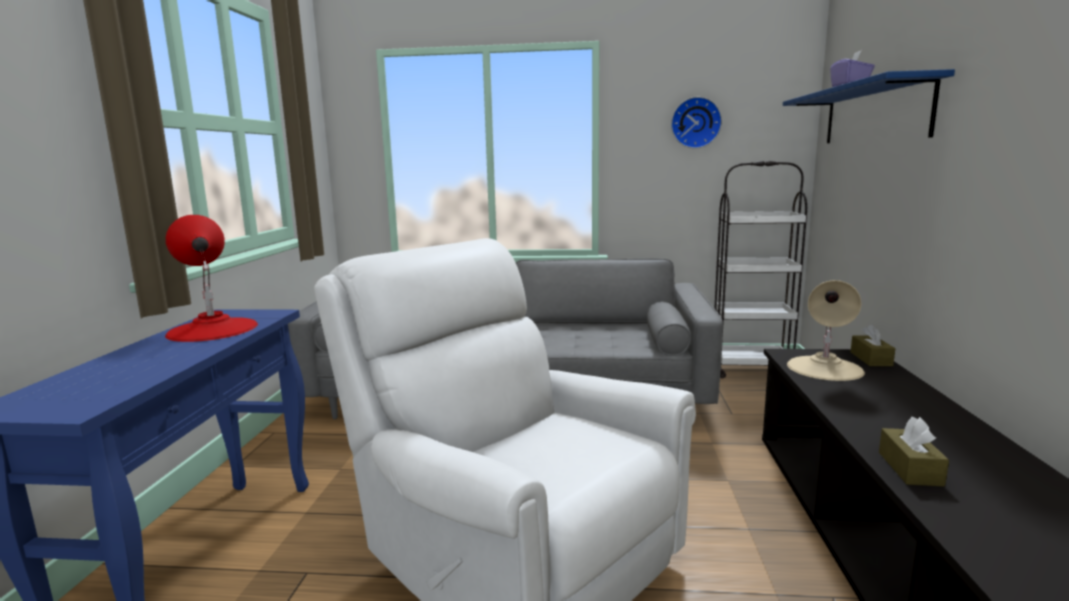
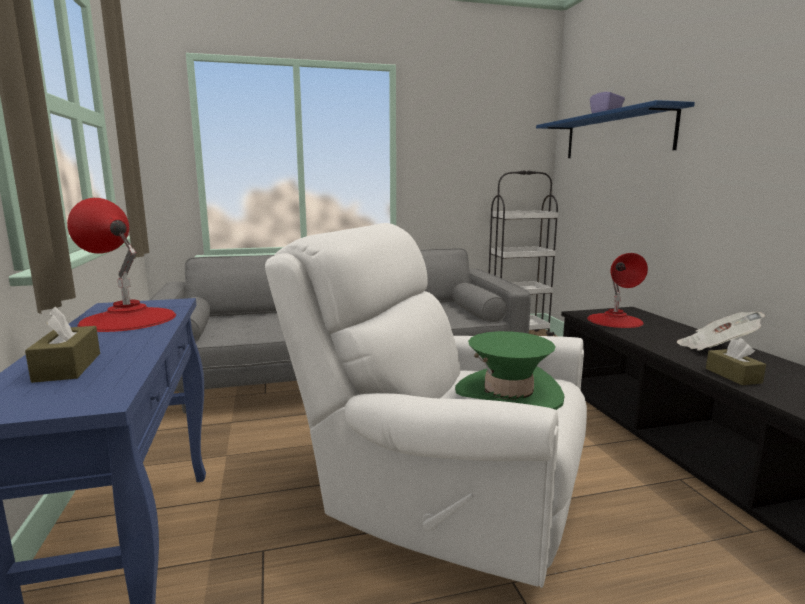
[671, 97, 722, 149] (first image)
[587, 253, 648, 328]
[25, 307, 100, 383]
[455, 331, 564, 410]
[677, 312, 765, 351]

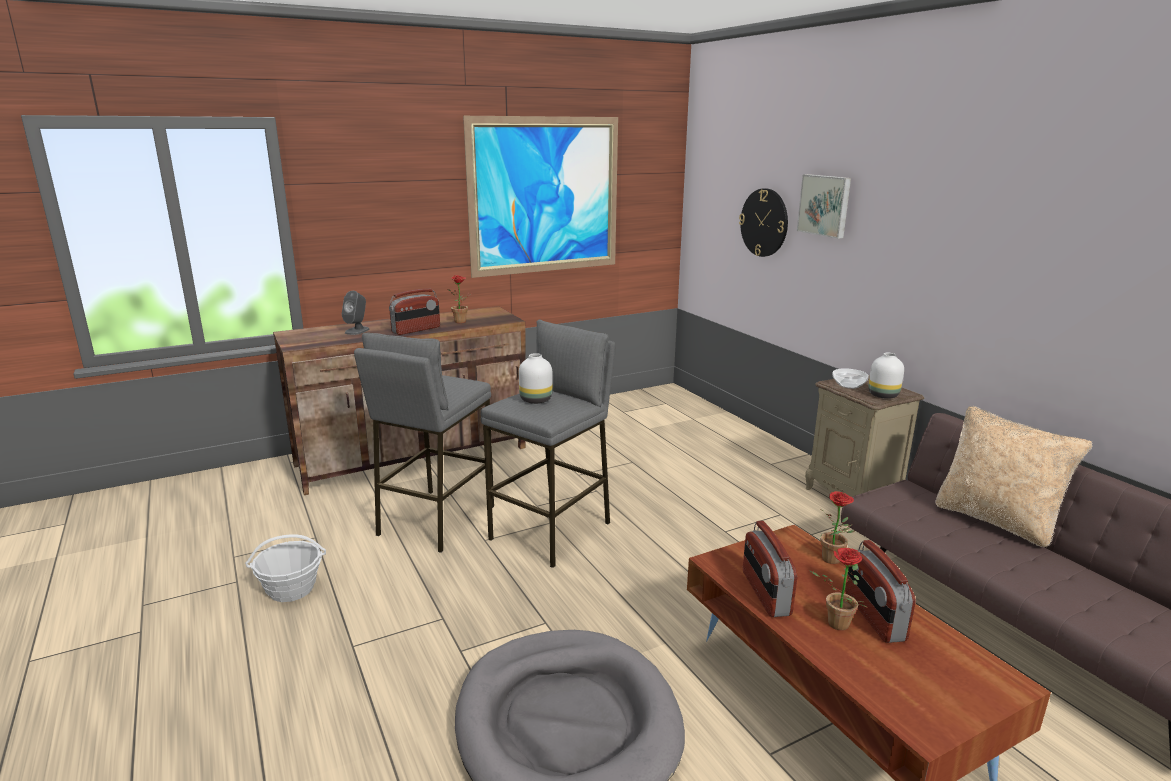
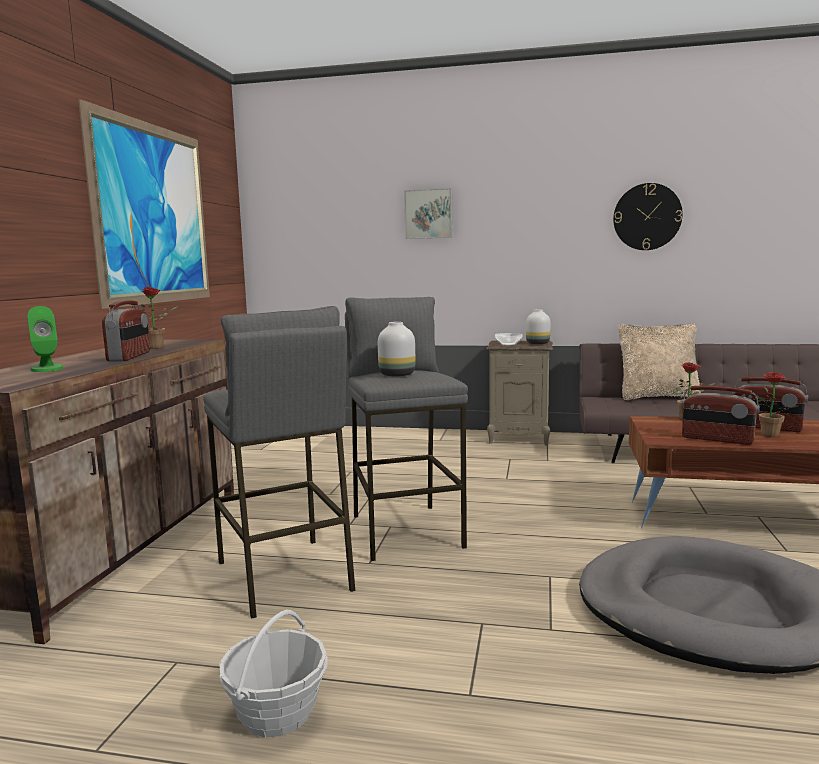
[27, 306, 63, 372]
[613, 183, 683, 250]

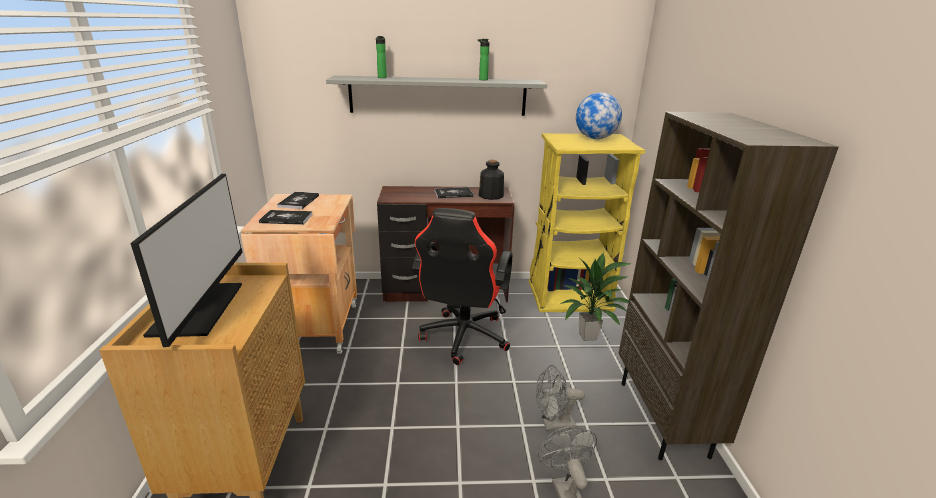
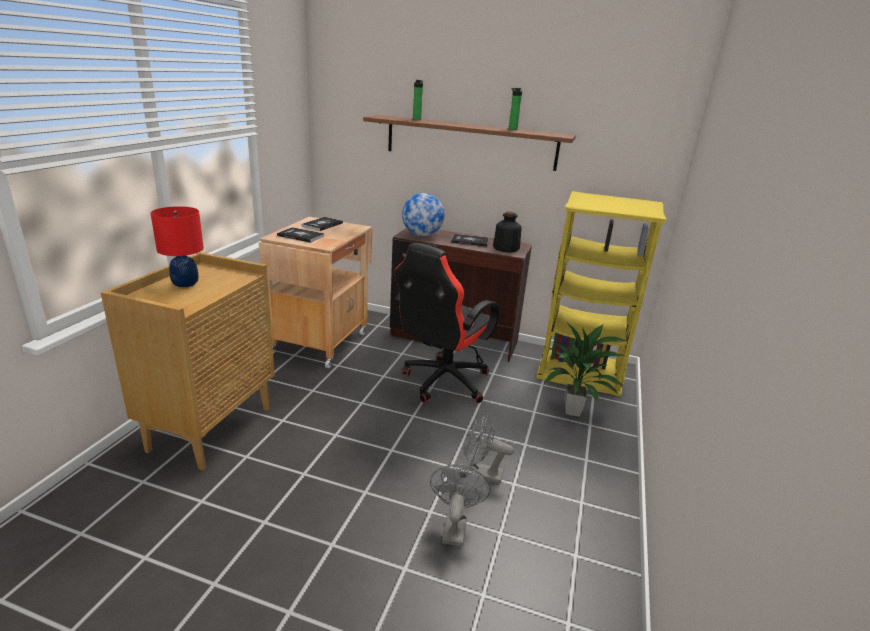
[151, 206, 204, 287]
[363, 115, 576, 171]
[402, 193, 444, 236]
[618, 112, 839, 460] (first image)

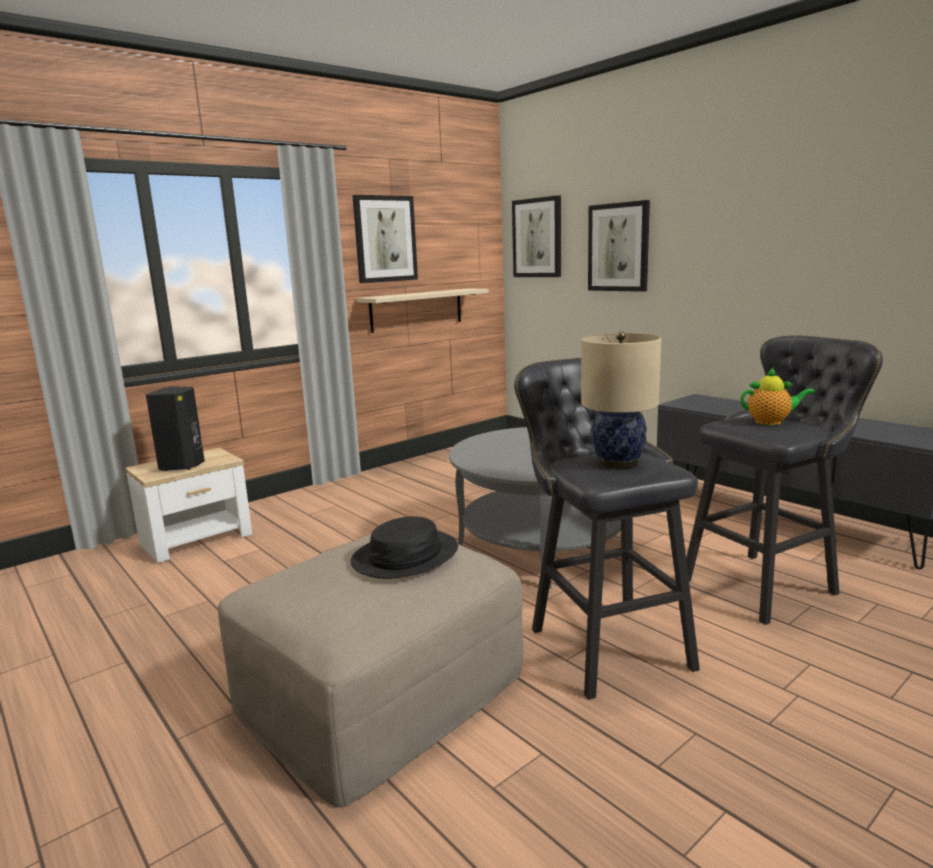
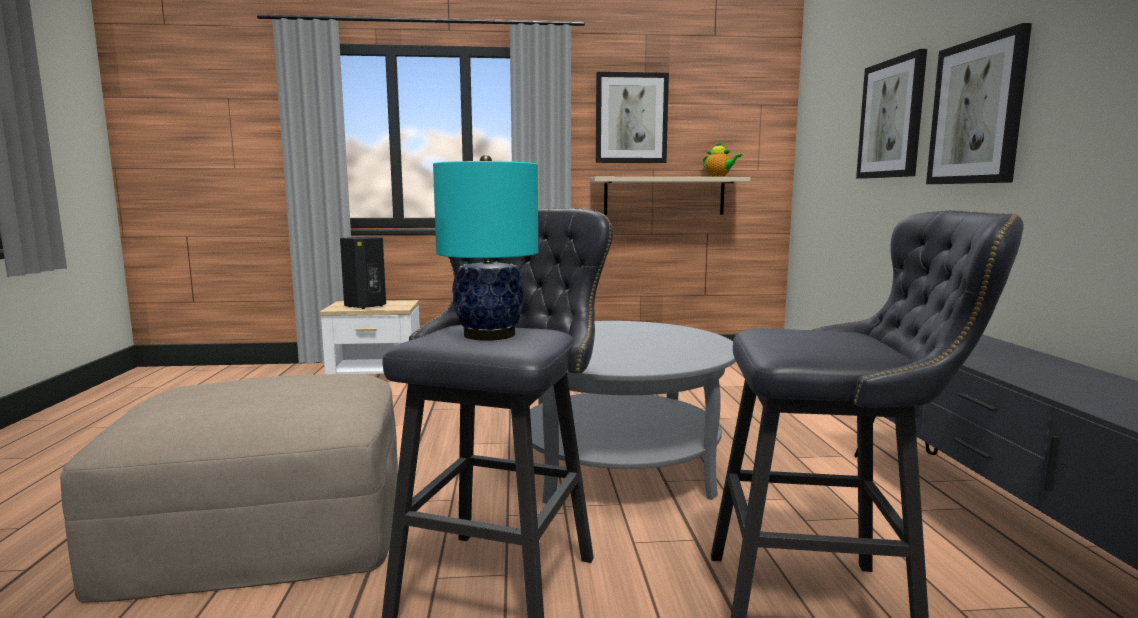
[350, 516, 458, 579] (first image)
[926, 23, 1032, 184]
[433, 155, 538, 341]
[703, 140, 743, 177]

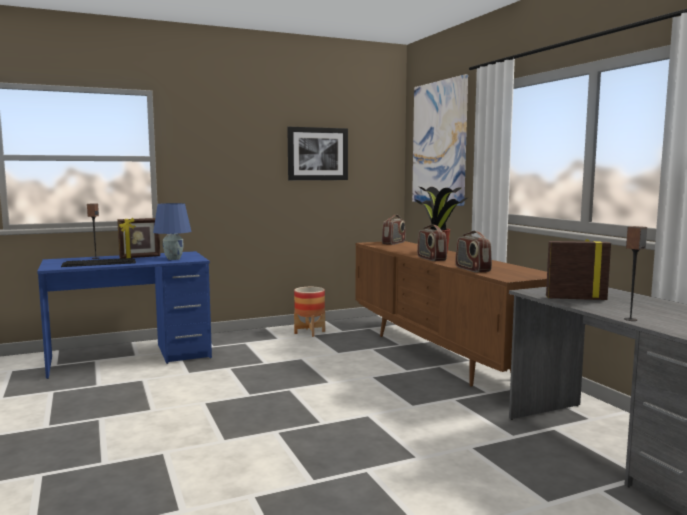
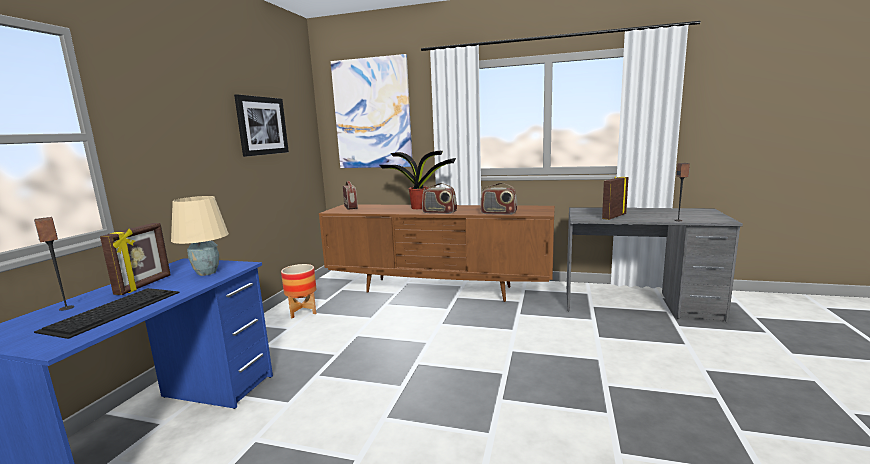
[171, 196, 229, 276]

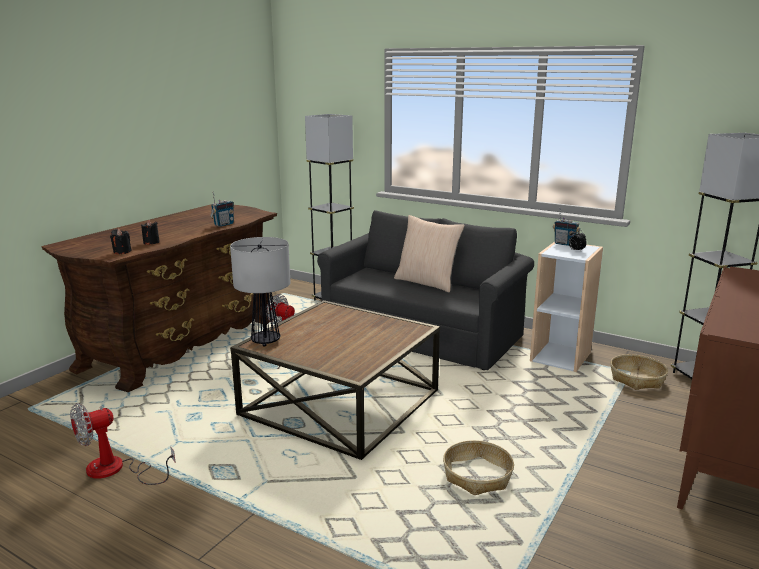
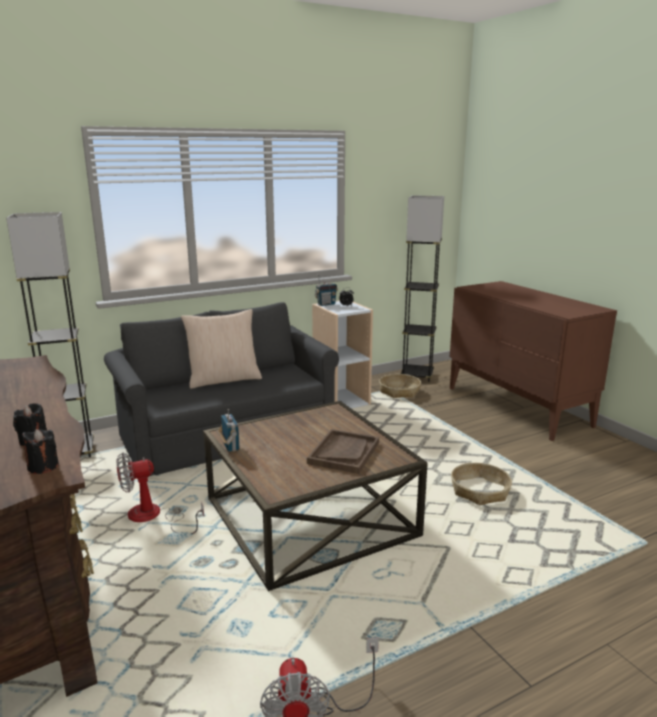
[218, 409, 240, 452]
[230, 237, 290, 347] (first image)
[307, 429, 379, 474]

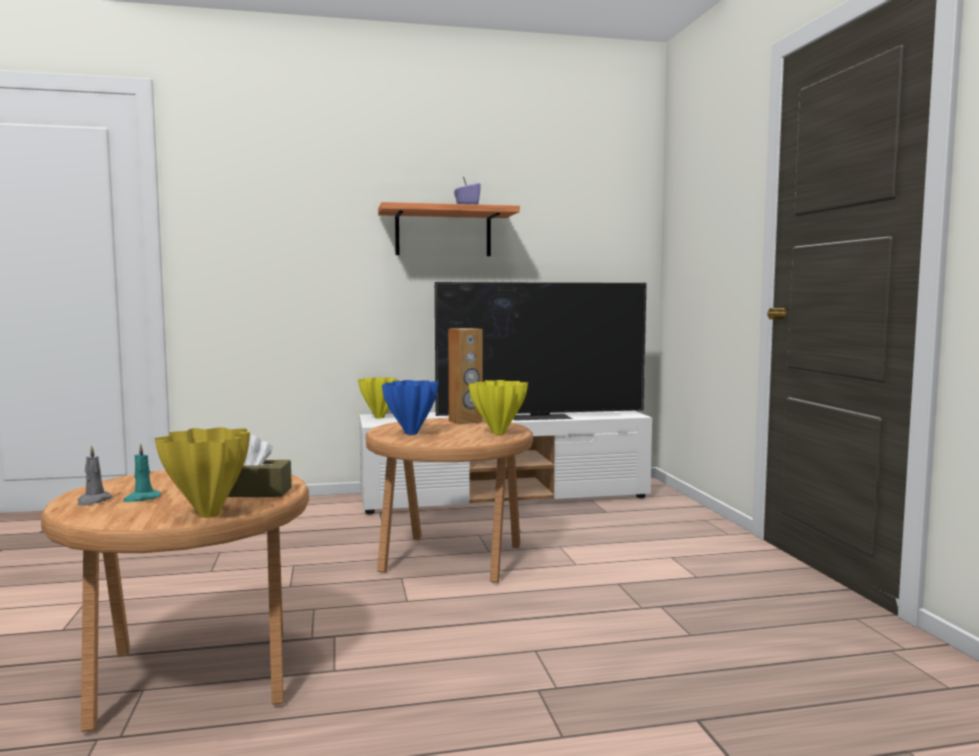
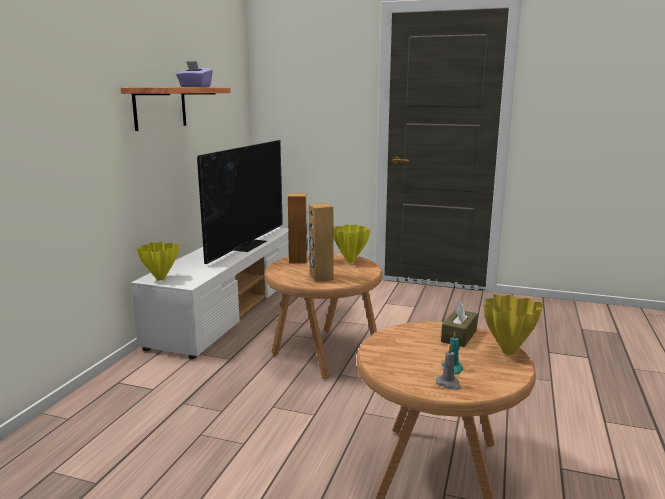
[309, 203, 334, 282]

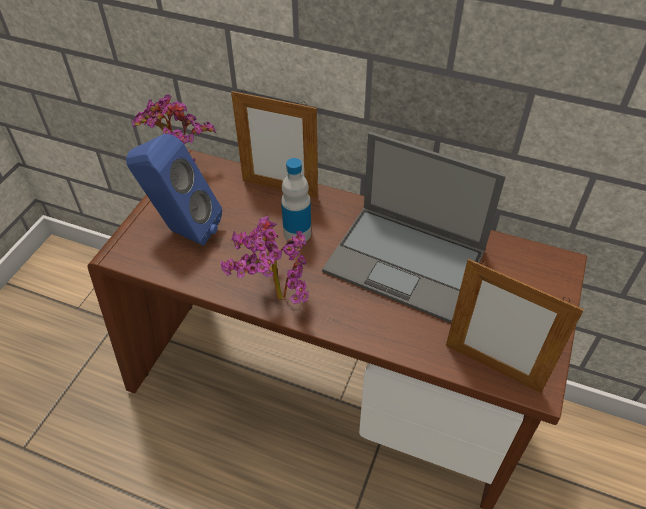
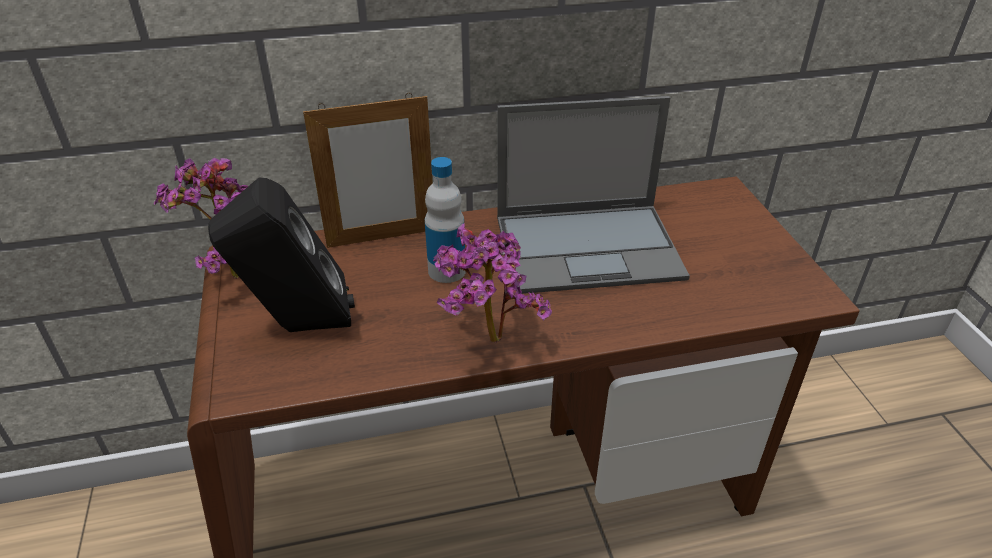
[208, 178, 355, 332]
[446, 259, 584, 393] (first image)

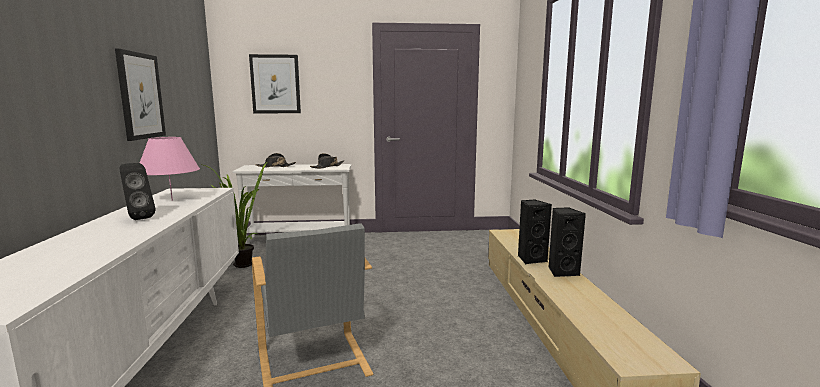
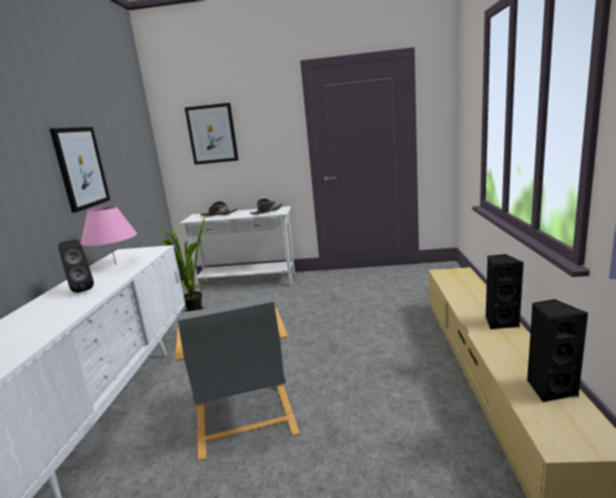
[527, 299, 588, 403]

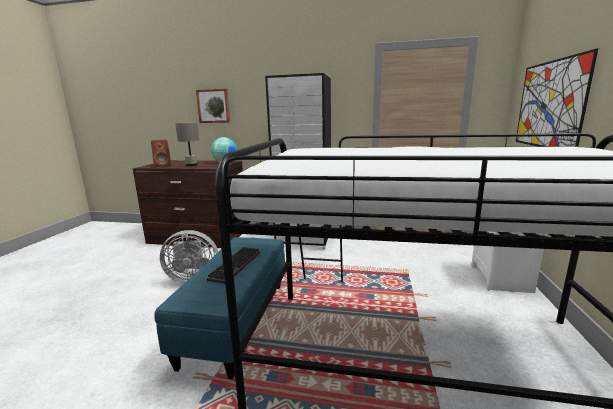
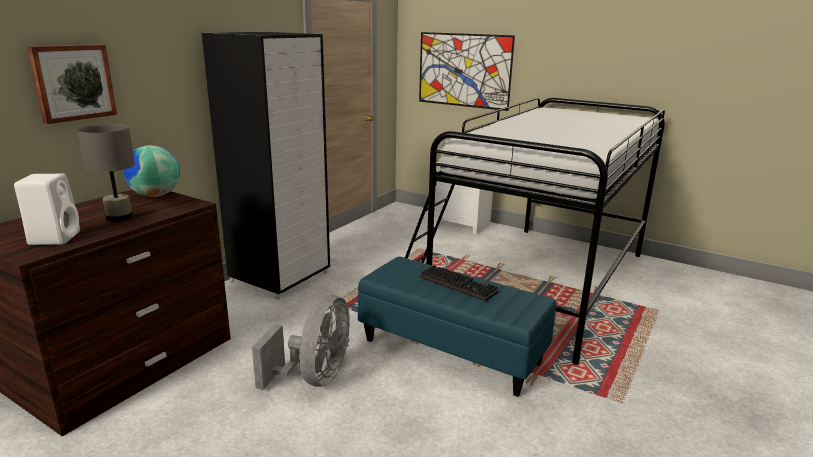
[14, 174, 80, 245]

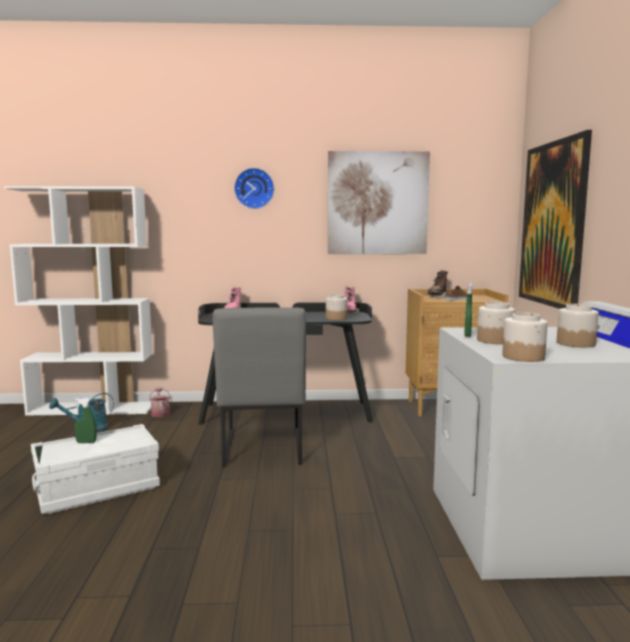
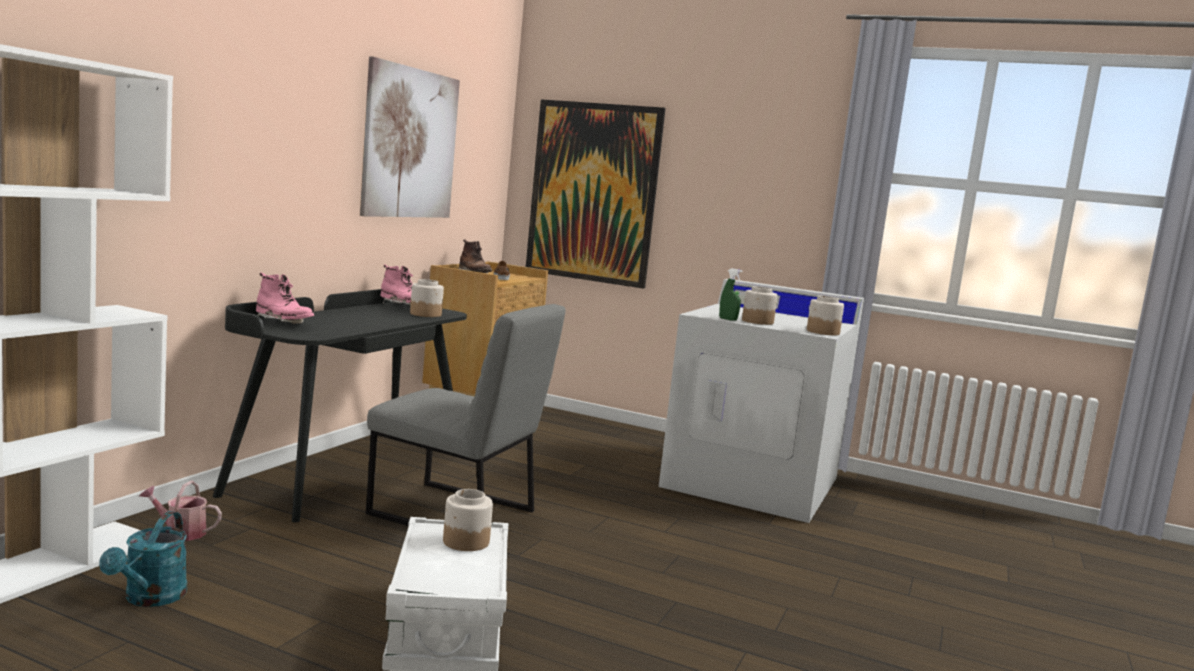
[74, 398, 97, 443] (first image)
[234, 168, 274, 209] (first image)
[443, 489, 493, 551]

